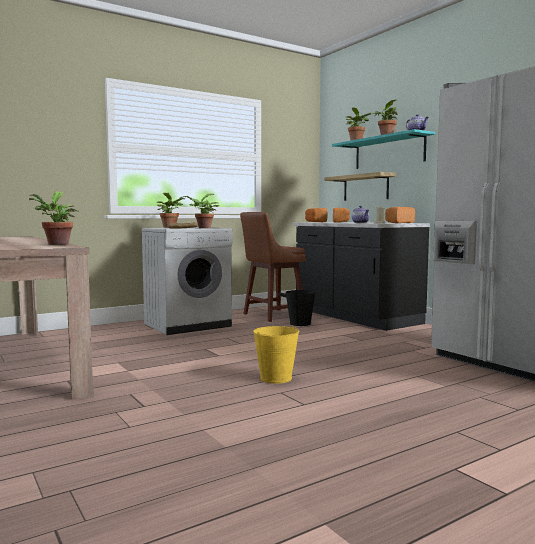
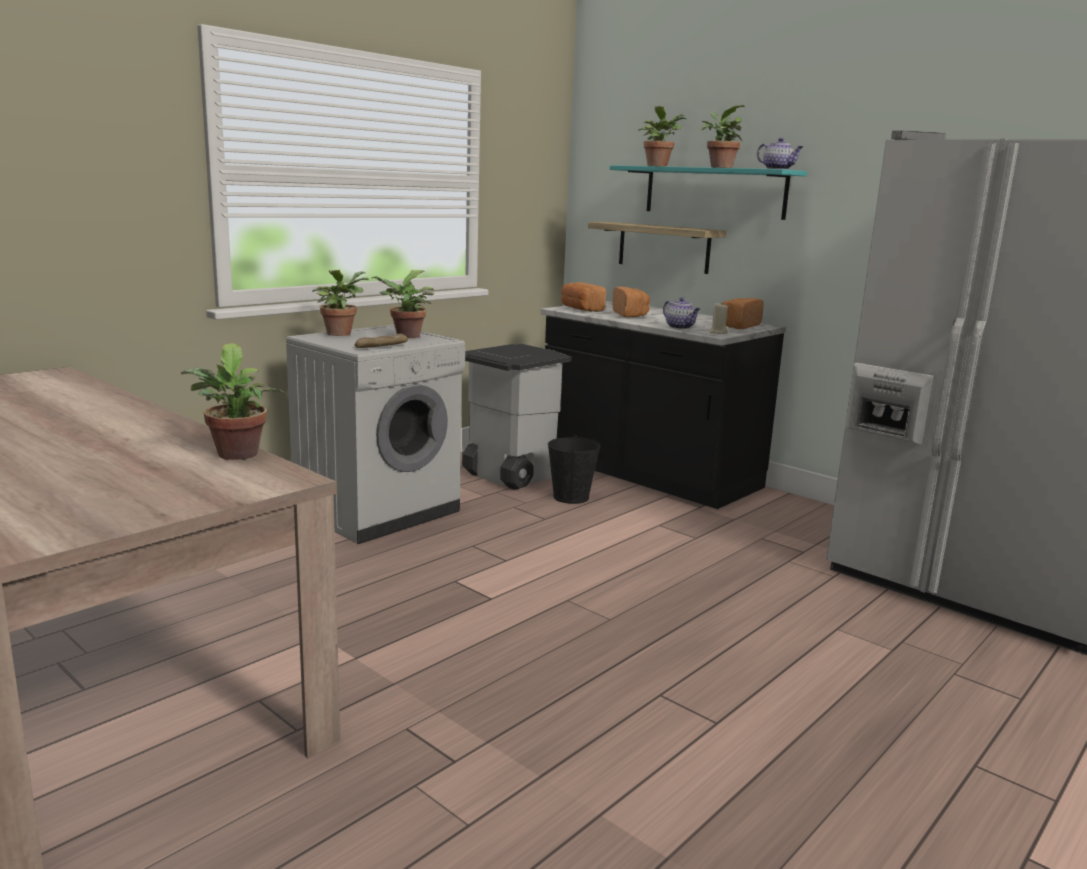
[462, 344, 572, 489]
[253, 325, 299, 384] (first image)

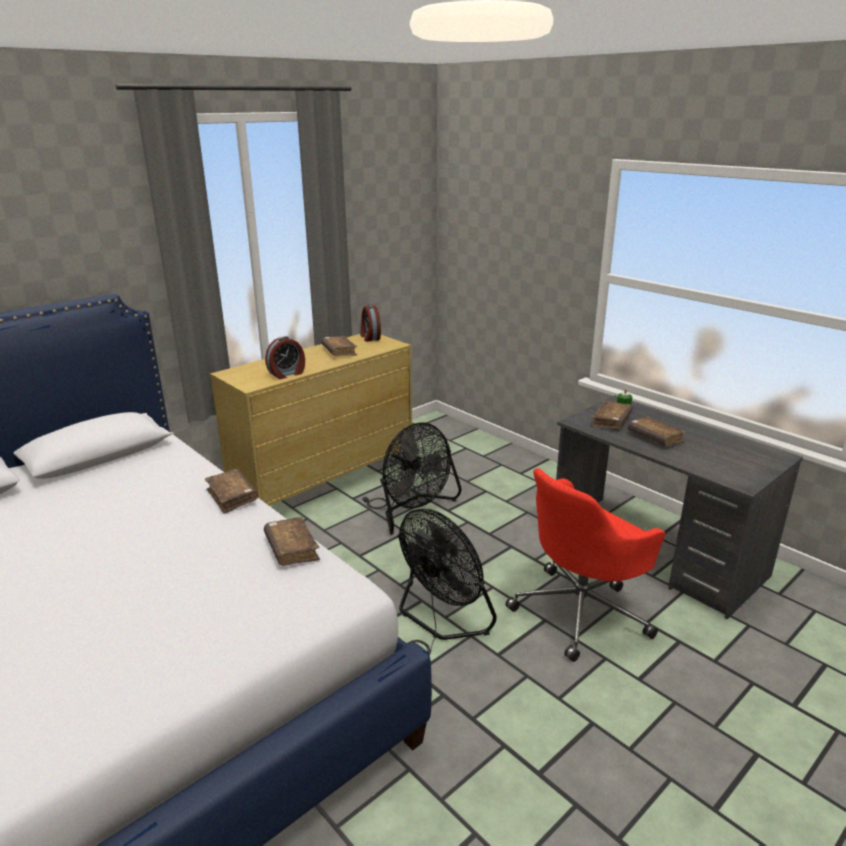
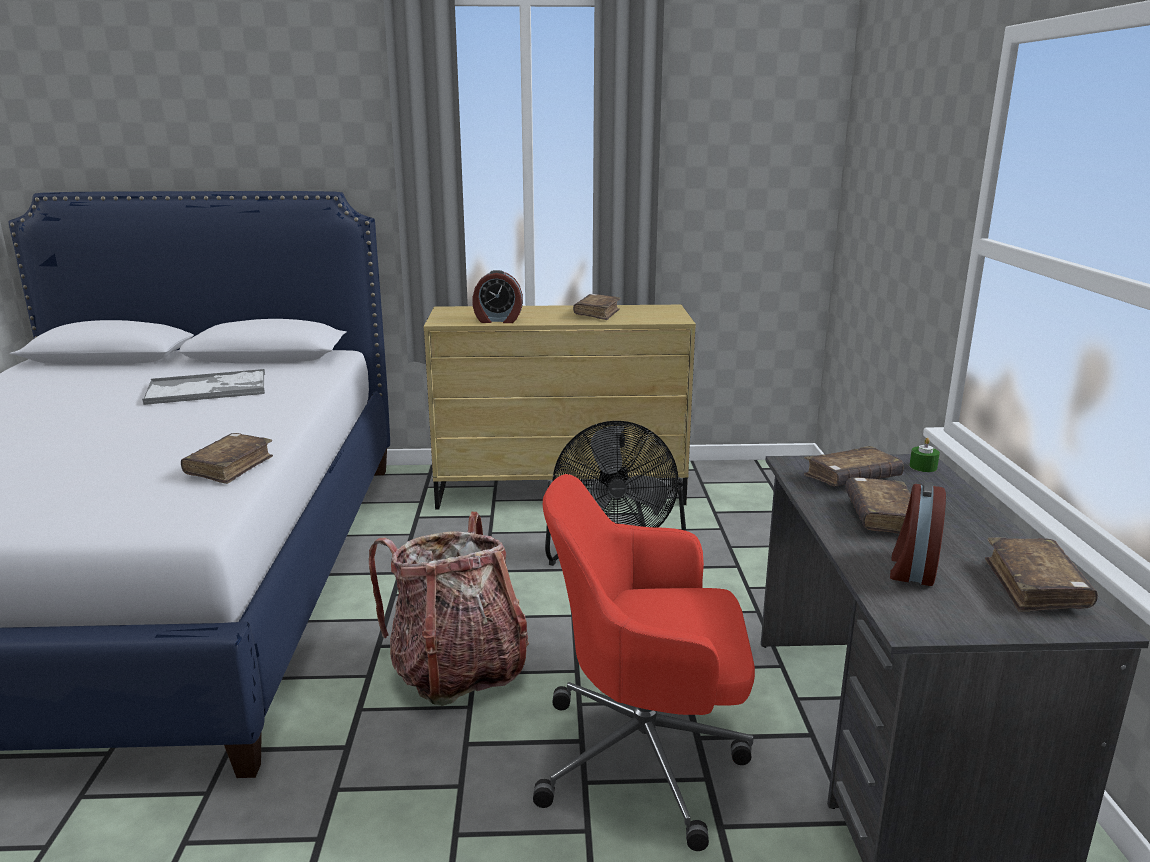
[985, 537, 1098, 612]
[890, 482, 946, 586]
[369, 512, 529, 706]
[142, 369, 265, 405]

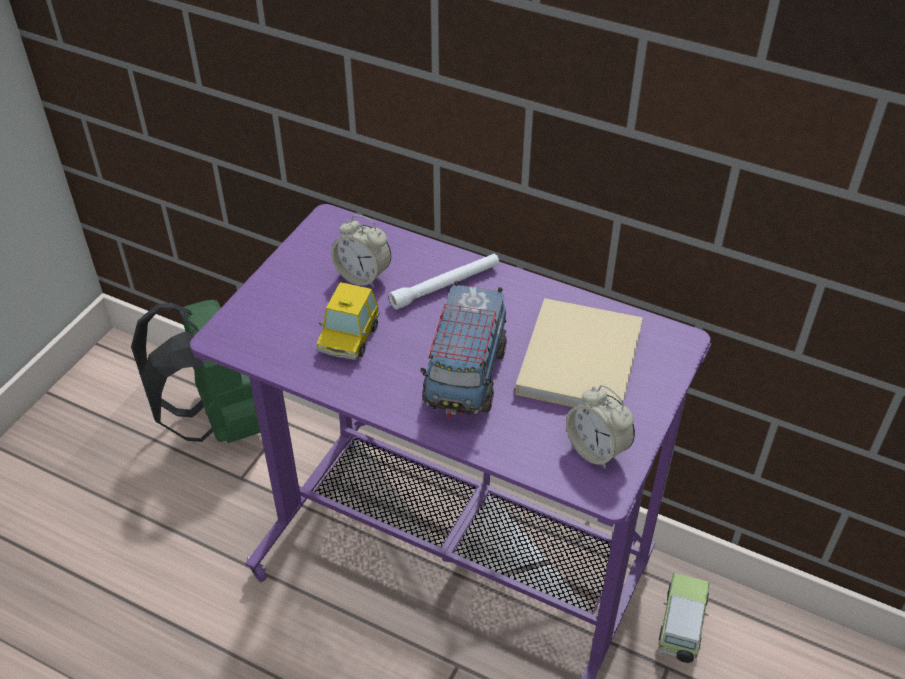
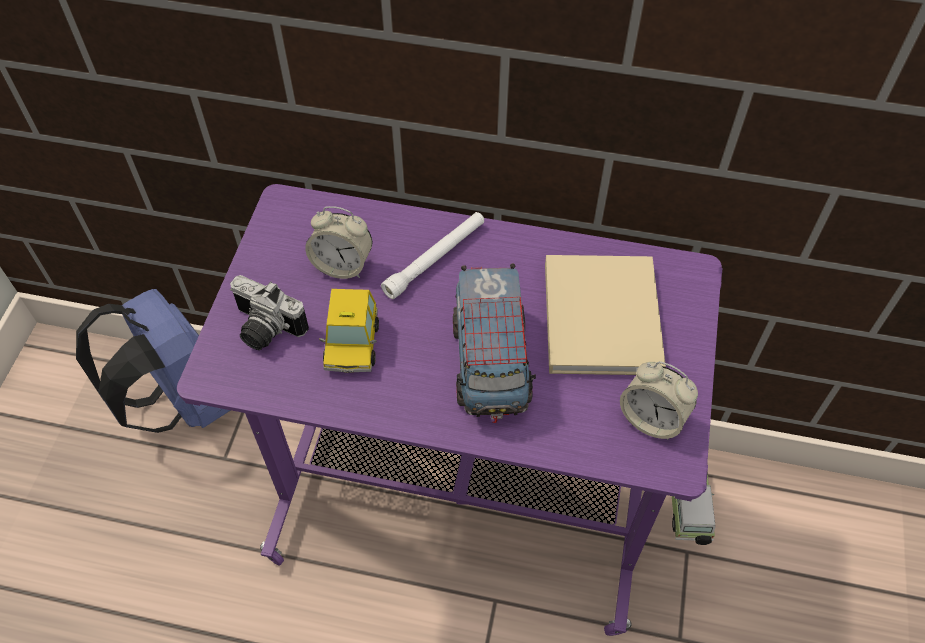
[76, 289, 231, 433]
[230, 275, 309, 350]

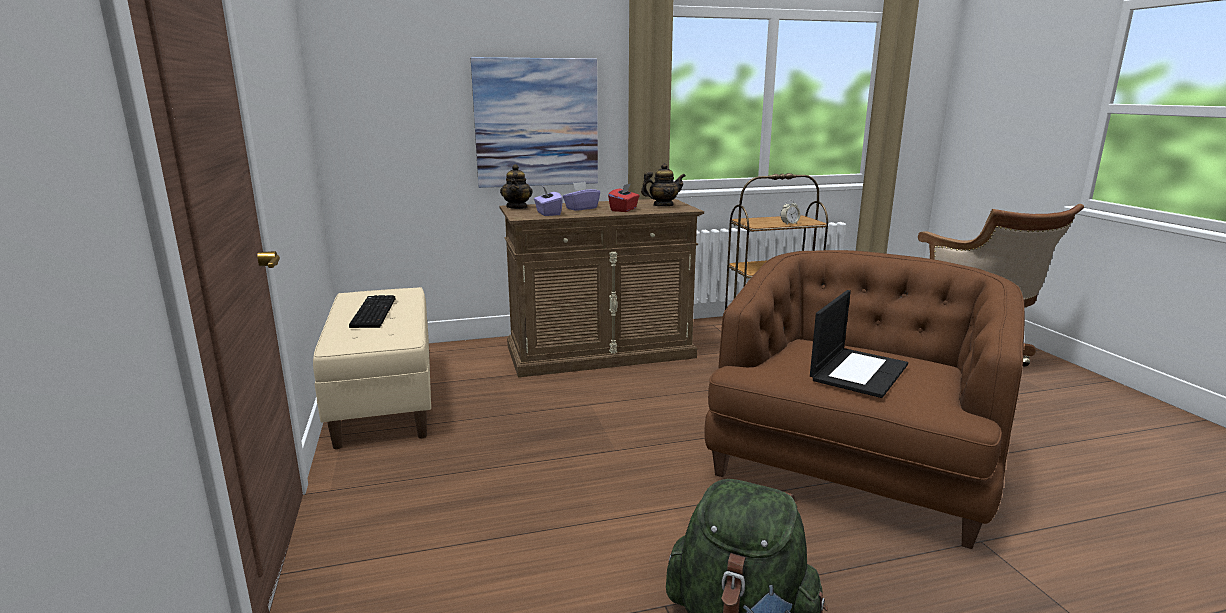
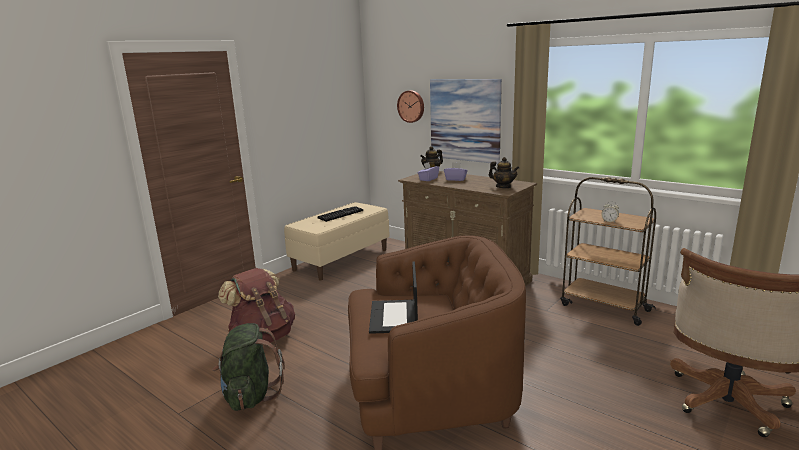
[608, 183, 639, 212] (first image)
[369, 261, 418, 334]
[218, 268, 295, 343]
[397, 90, 424, 123]

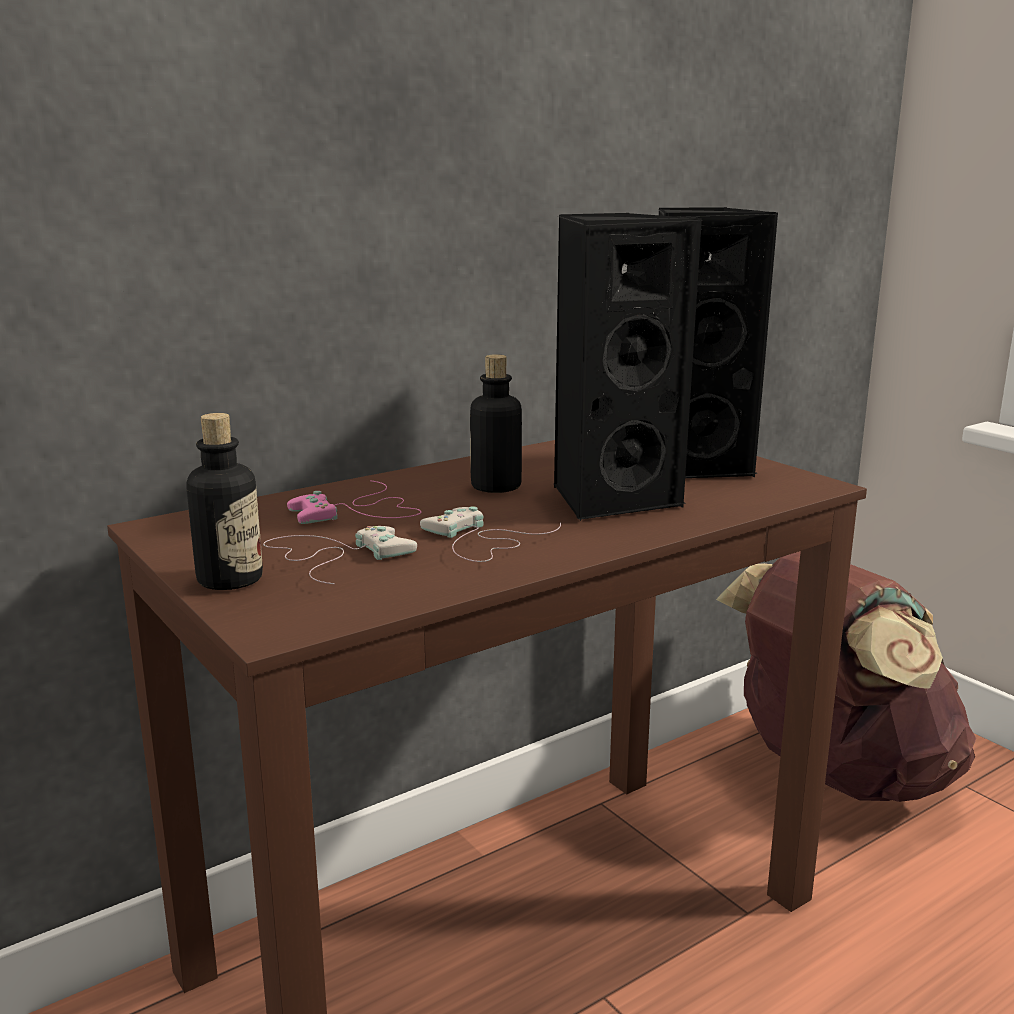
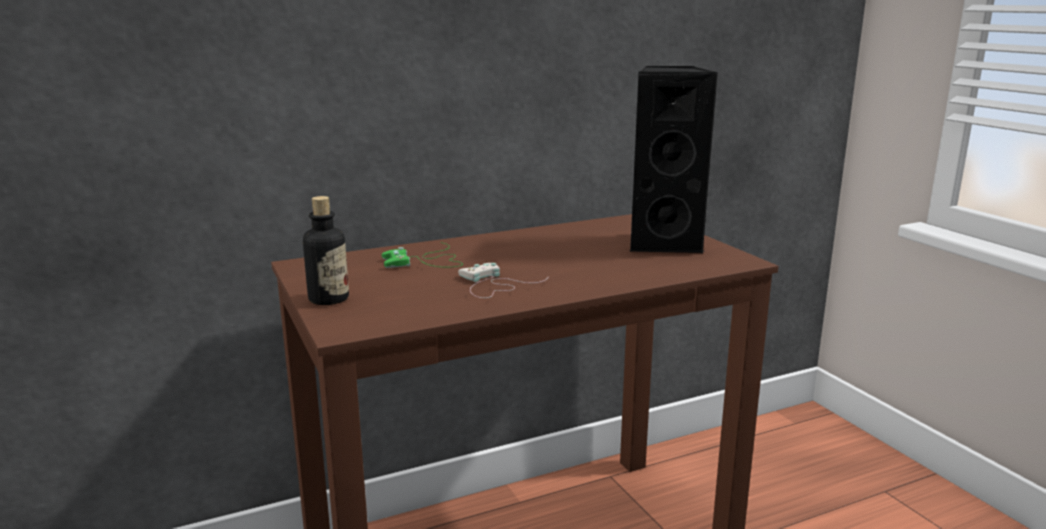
[263, 526, 417, 584] (first image)
[382, 242, 463, 268]
[470, 354, 522, 493] (first image)
[554, 213, 702, 521] (first image)
[716, 551, 976, 802] (first image)

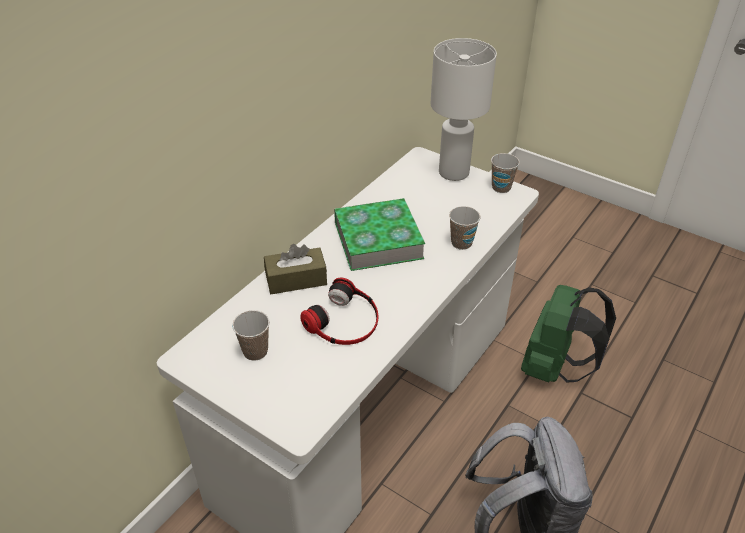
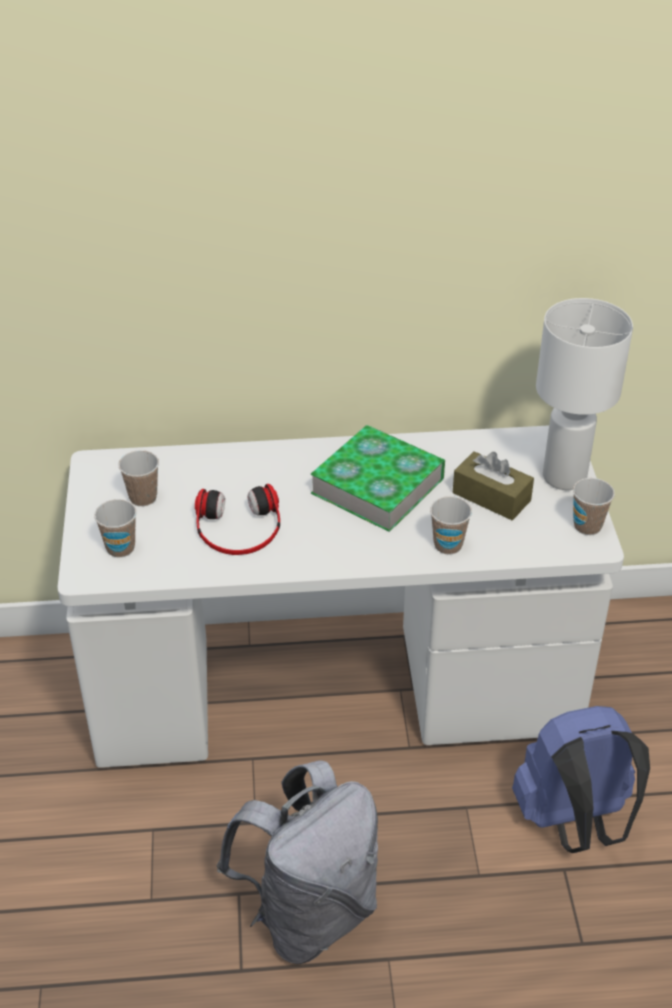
[453, 451, 534, 520]
[512, 706, 650, 853]
[94, 499, 137, 558]

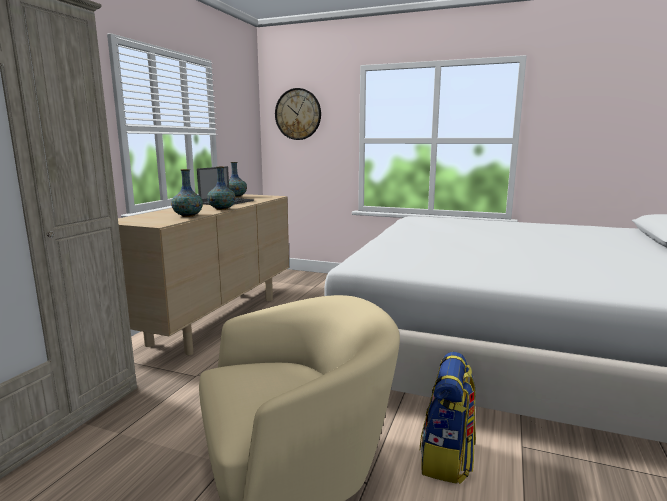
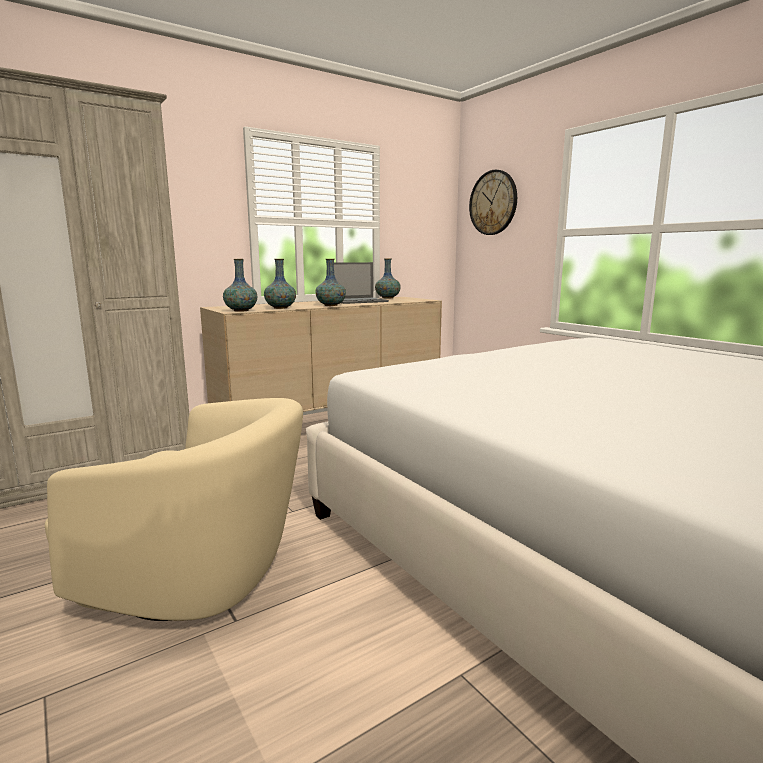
[420, 352, 476, 484] (first image)
[223, 259, 258, 312]

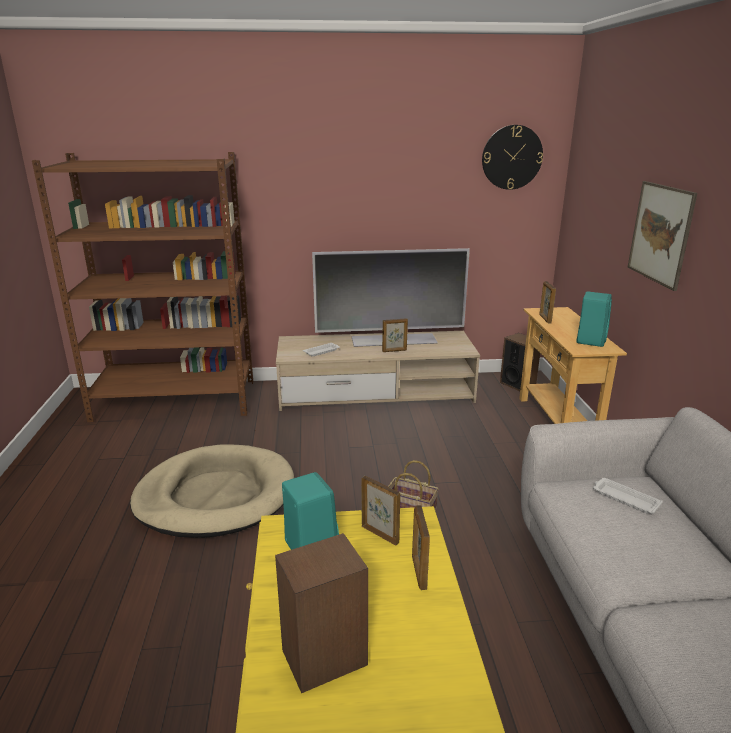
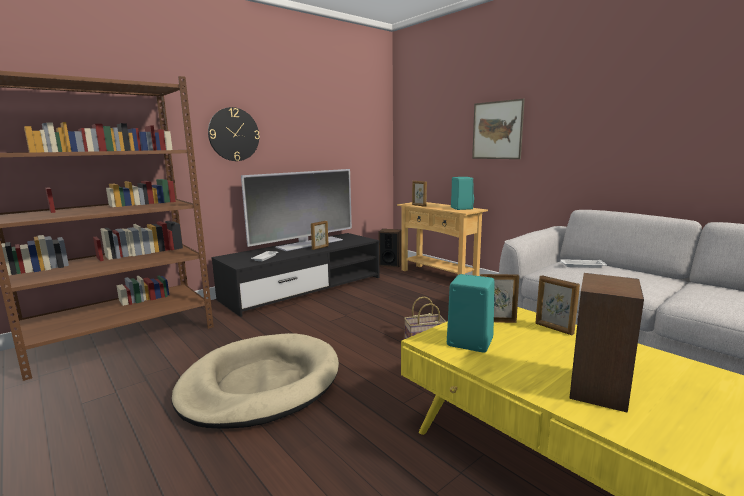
[211, 233, 379, 317]
[208, 107, 260, 161]

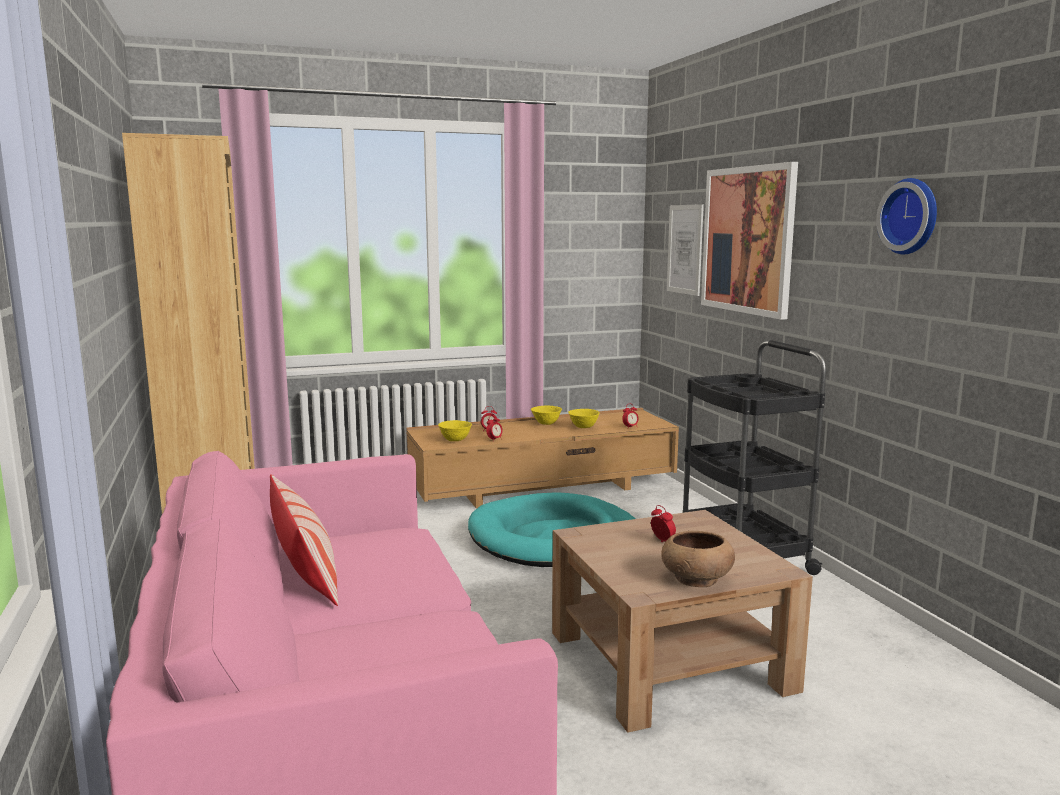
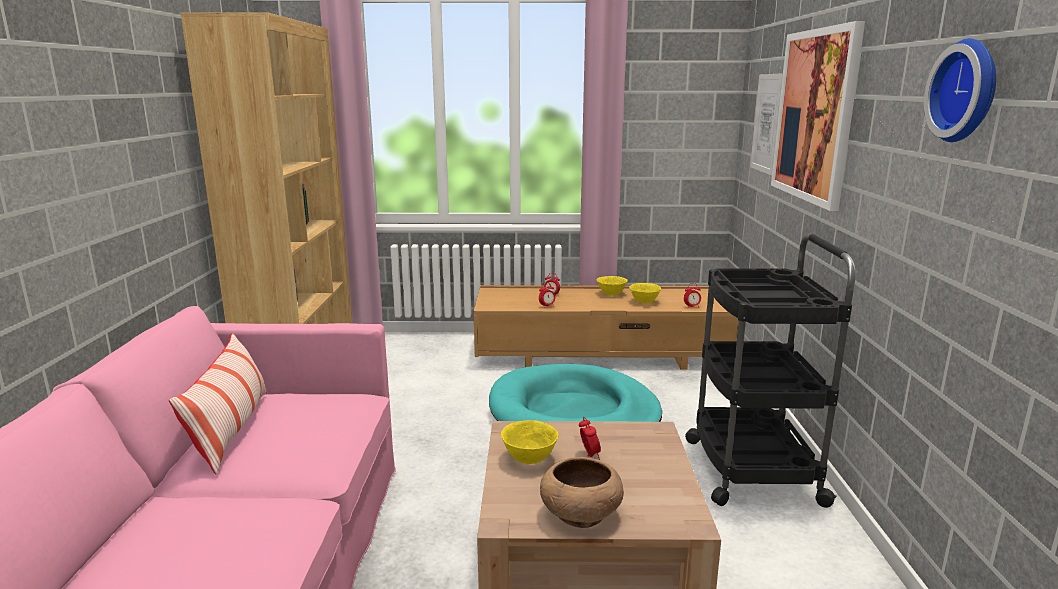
[501, 420, 559, 464]

